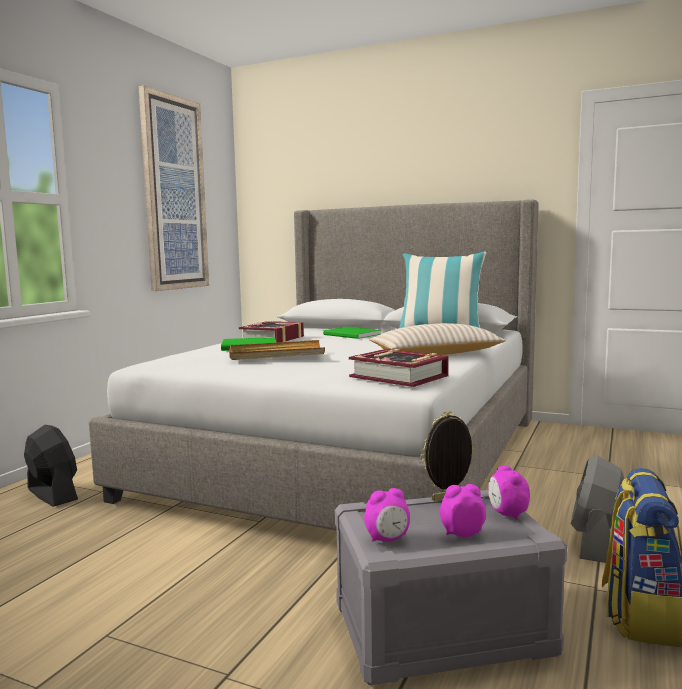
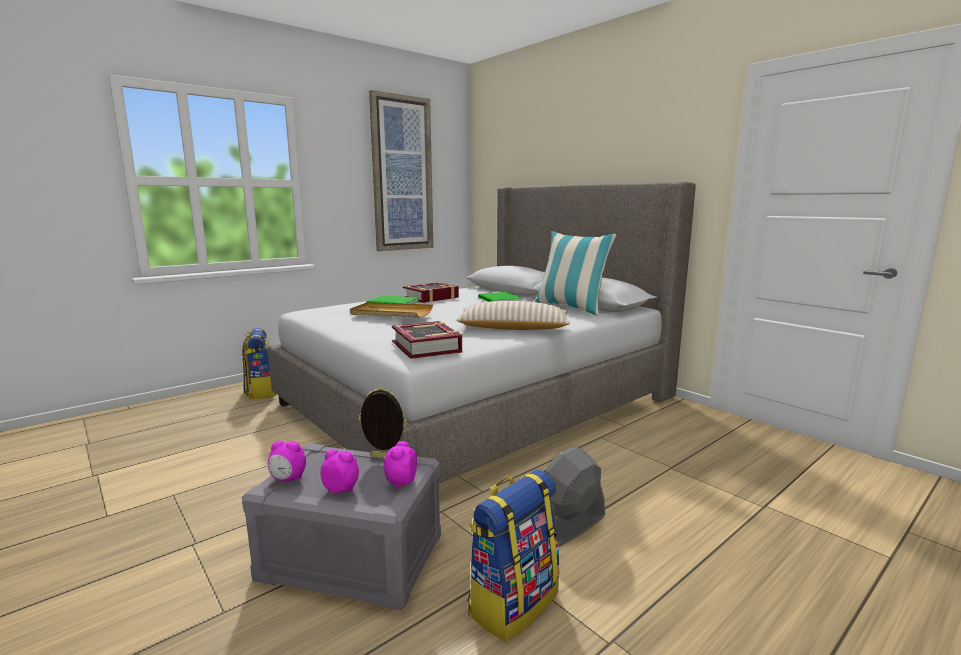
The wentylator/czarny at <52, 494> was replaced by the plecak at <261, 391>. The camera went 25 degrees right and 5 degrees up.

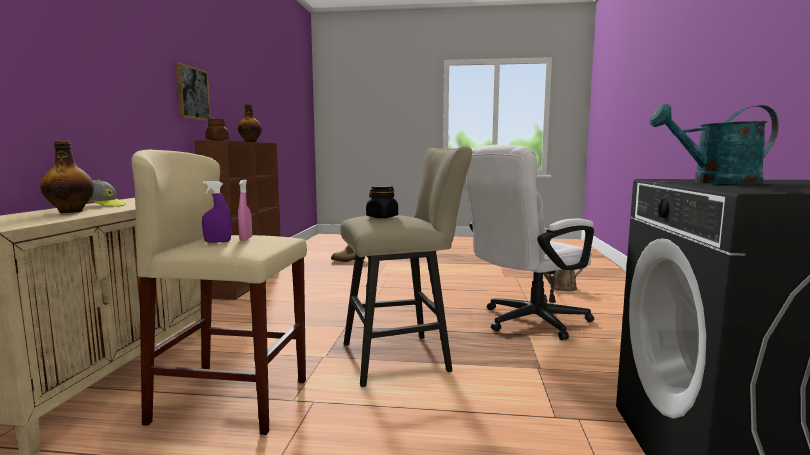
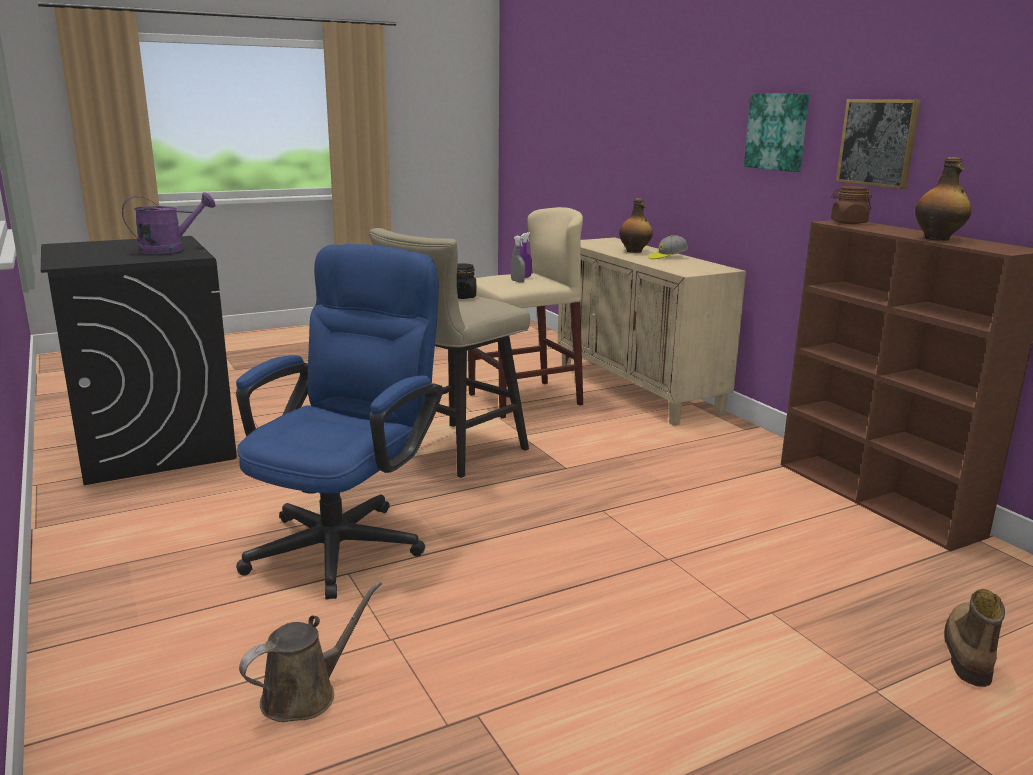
The konewka/turkusowy at <715, 182> became the konewka/fioletowy at <169, 249>. The krzesło biurowe/biały at <526, 322> became the krzesło biurowe/niebieski at <346, 540>. The spryskiwacz/różowy at <246, 239> became the spryskiwacz/szary at <517, 281>. The obraz at <778, 131> appeared. The camera went 145 degrees right and 10 degrees up.

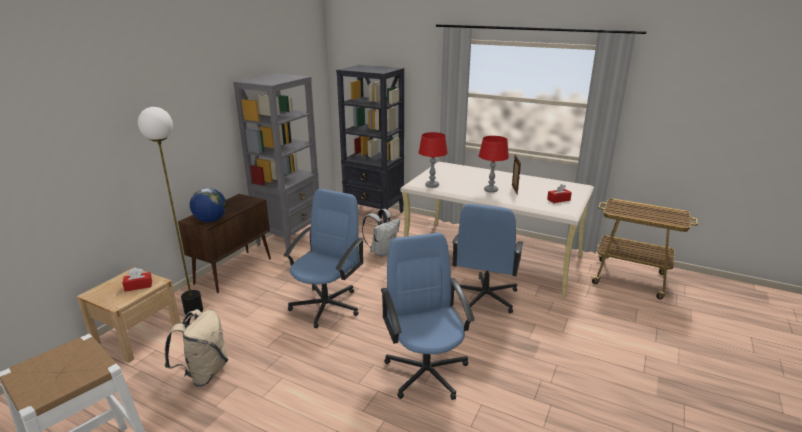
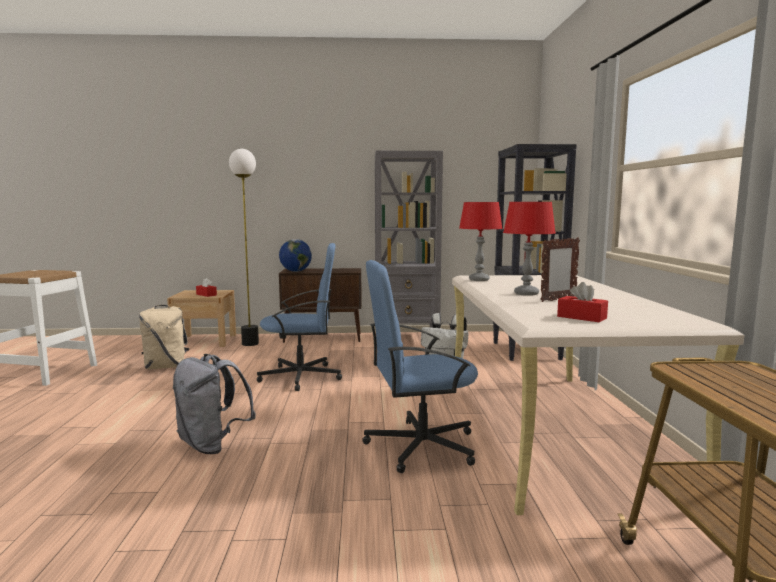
The krzesło biurowe/niebieski at <426, 371> was replaced by the plecak/szary at <212, 445>. The camera went 60 degrees right and 15 degrees down.

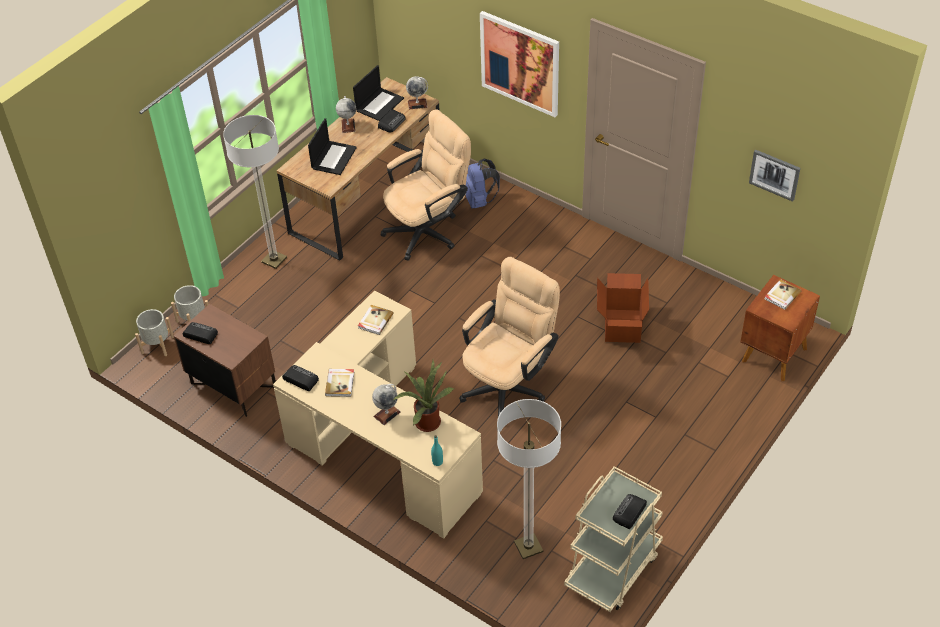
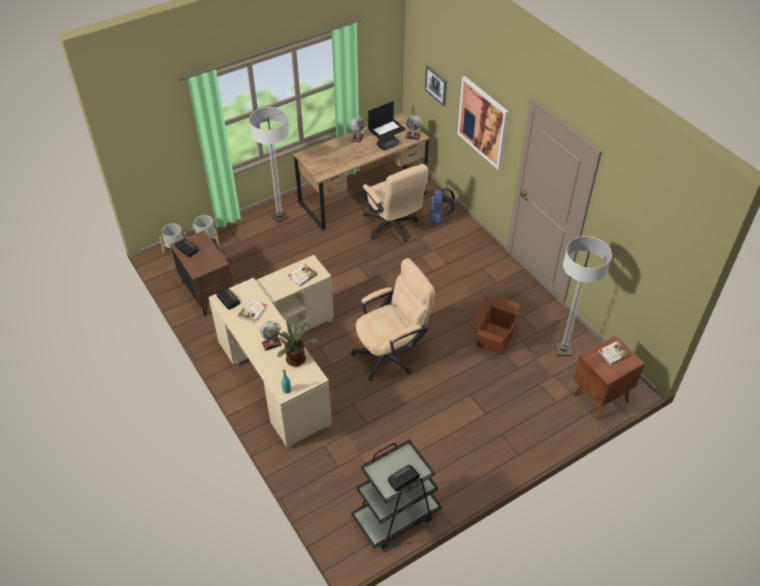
The krzesło biurowe/beżowy at <428, 230> turned 75 degrees clockwise. The laptop at <333, 157> disappeared. The obraz moved from <775, 174> to <436, 85>. The lampa stojąca moved from <528, 547> to <563, 350>. The wózek/beżowy at <613, 569> became the wózek/czarny at <396, 516>. The camera went 20 degrees right and 0 degrees up.

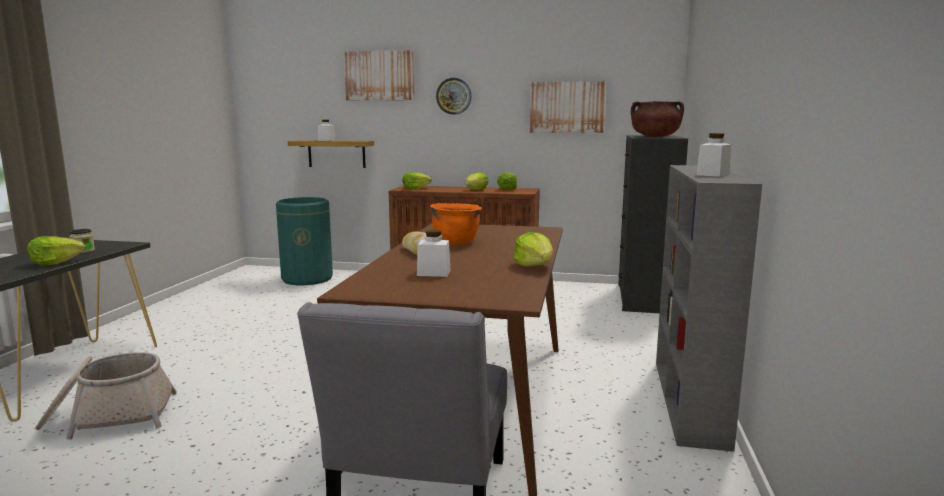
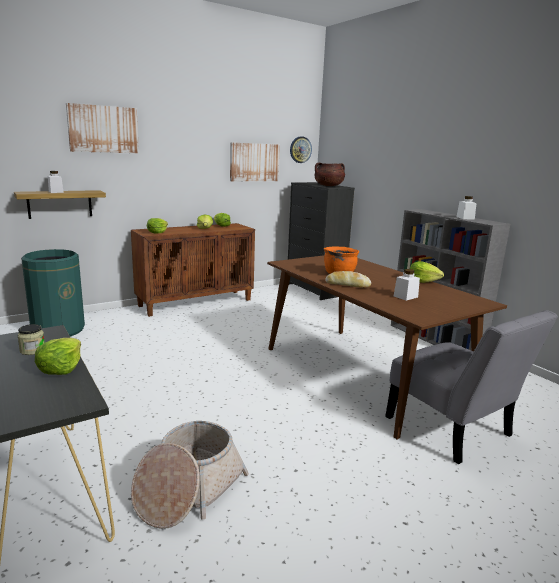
The zegar ścienny moved from <454, 96> to <300, 149>. The camera went 45 degrees left and 5 degrees up.

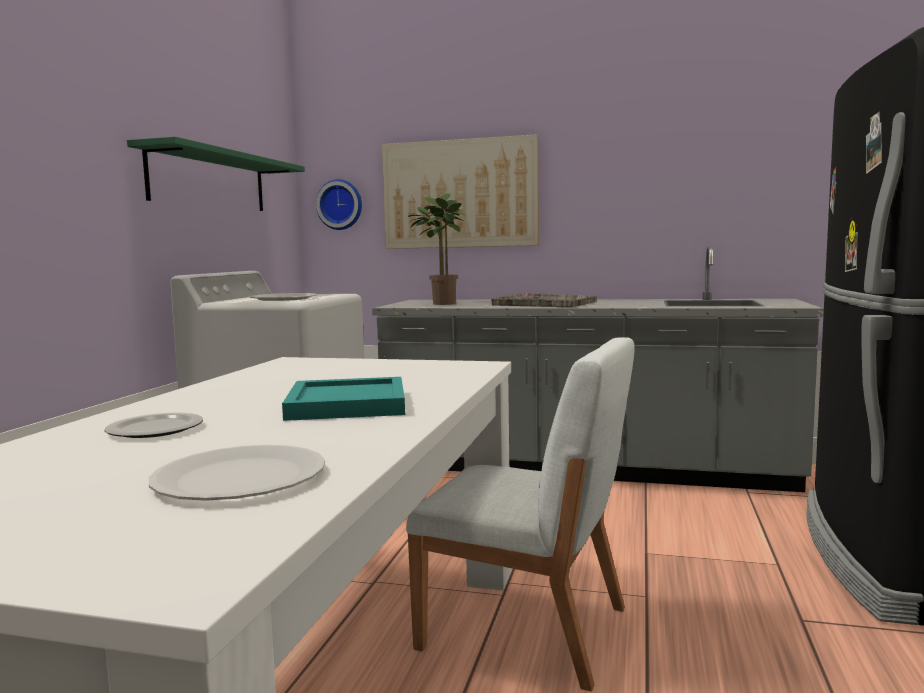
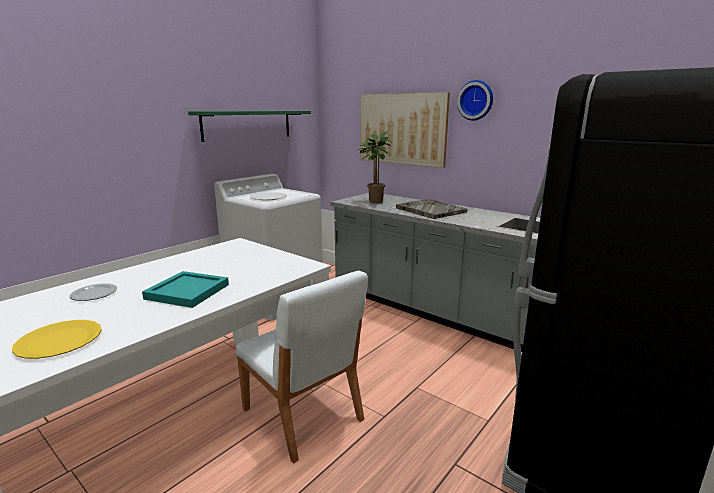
The zegar ścienny moved from <340, 205> to <476, 100>. The talerz/biały at <239, 477> became the talerz/żółty at <59, 341>. The camera went 25 degrees right and 10 degrees up.

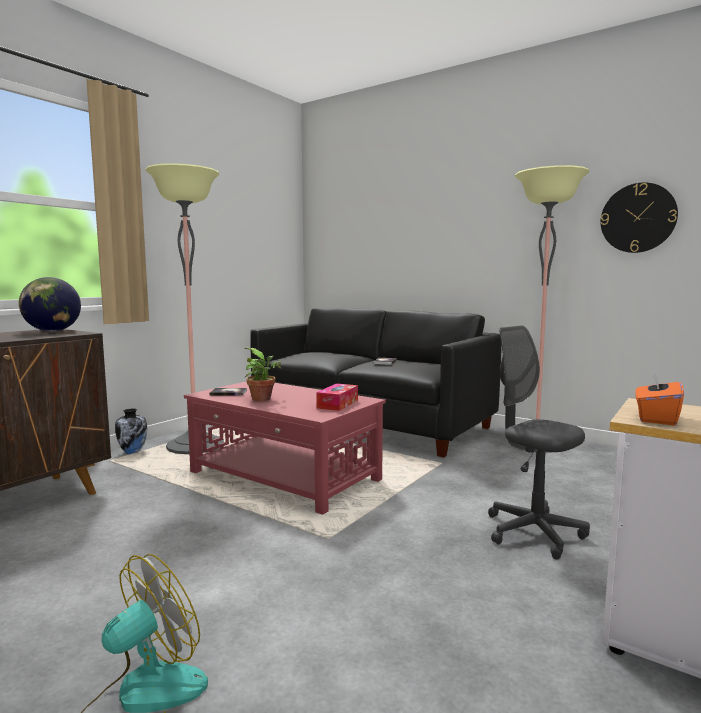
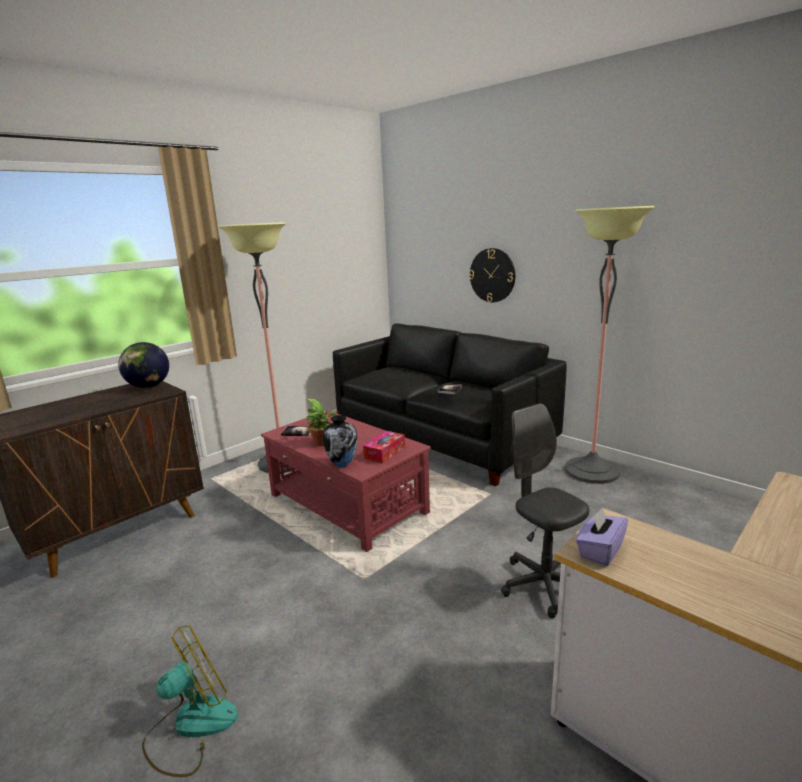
The zegar ścienny moved from <638, 218> to <492, 275>. The pudełko chusteczek/pomarańczowy at <656, 418> became the pudełko chusteczek/fioletowy at <600, 551>. The wazon moved from <133, 452> to <342, 464>. The camera went 10 degrees right and 10 degrees up.

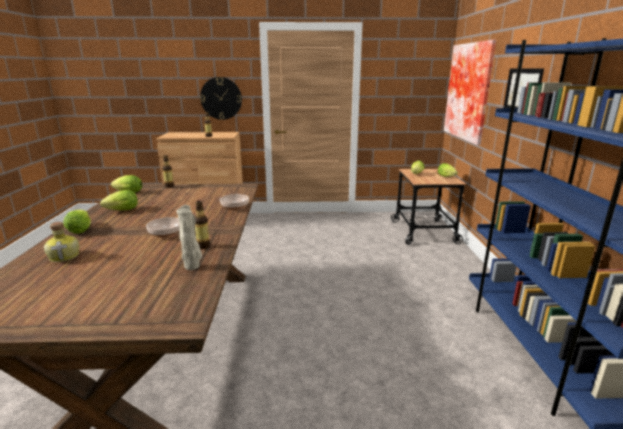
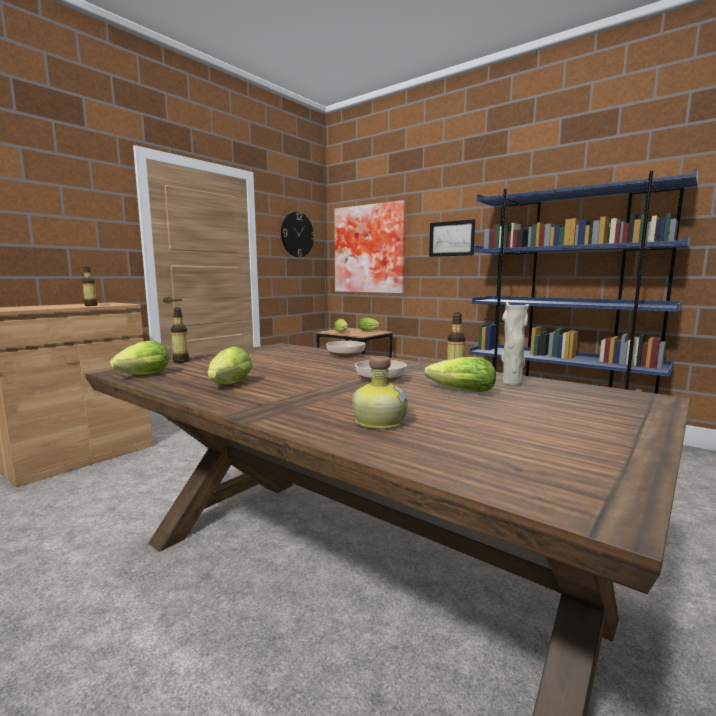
The zegar ścienny moved from <221, 98> to <297, 234>. The sałata moved from <81, 229> to <458, 391>. The camera went 50 degrees left and 10 degrees down.

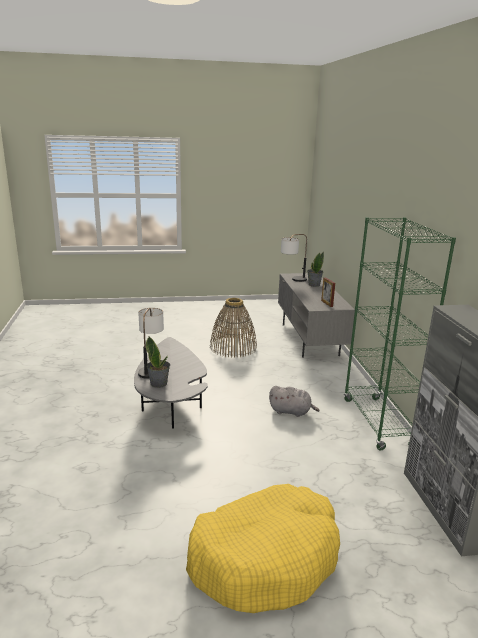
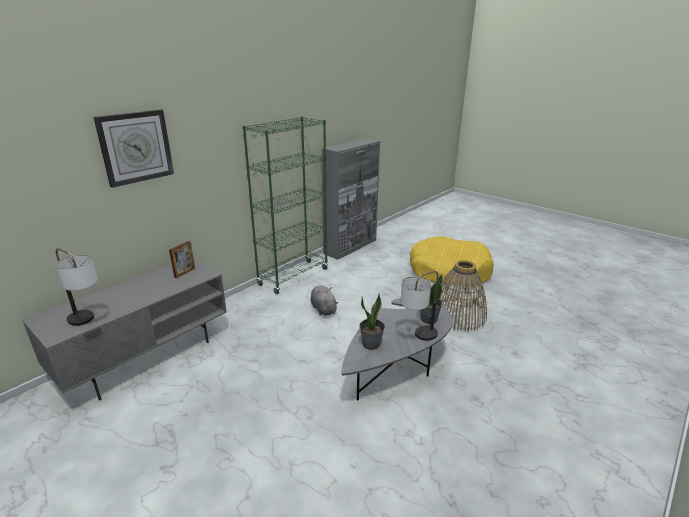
The roślina doniczkowa moved from <314, 285> to <371, 344>. The koszyk moved from <233, 347> to <458, 315>. The zegar ścienny at <136, 147> appeared. The camera went 130 degrees left and 5 degrees up.

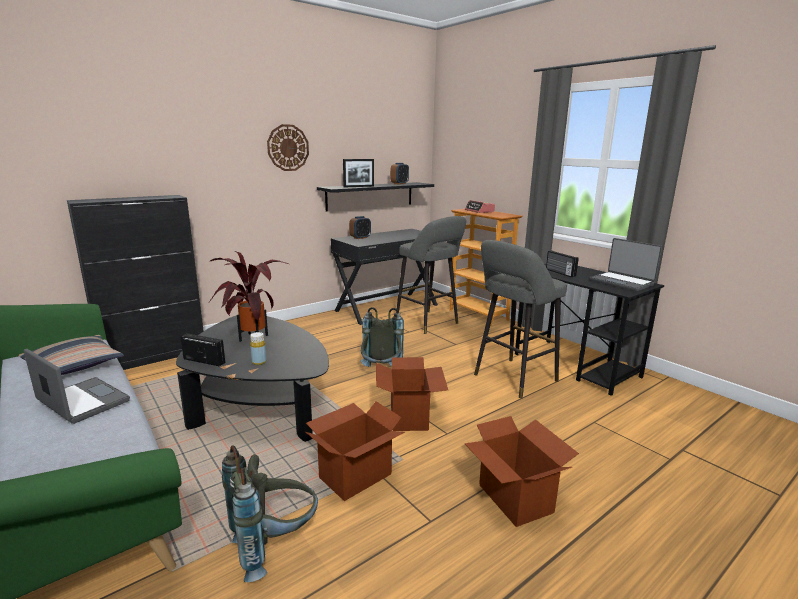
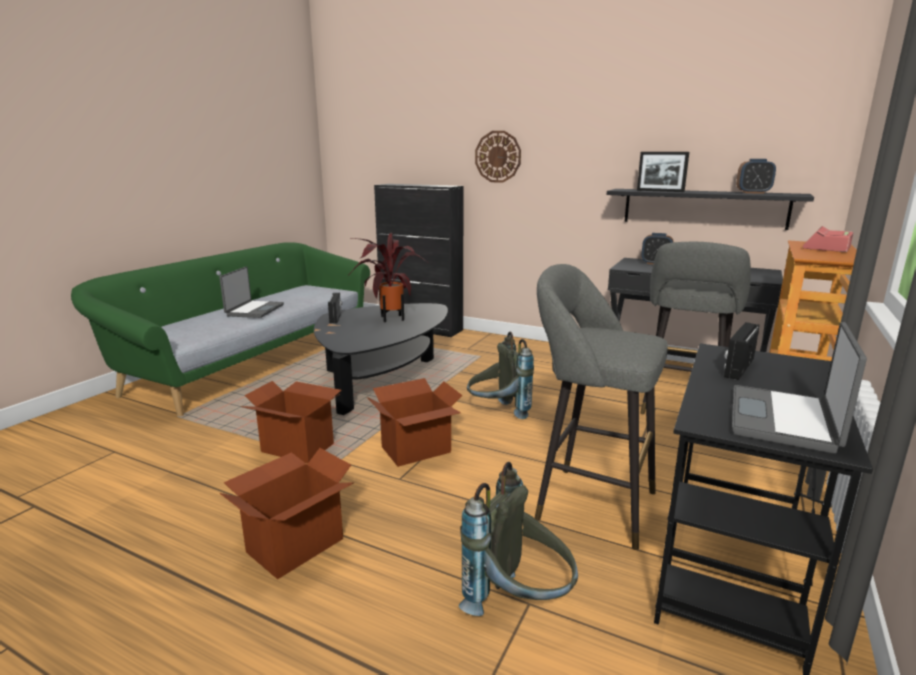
The zegar ścienny moved from <288, 148> to <498, 156>. The butelka/żółty at <259, 362> disappeared. The poduszka at <74, 365> disappeared. The plecak/szary moved from <274, 545> to <519, 604>. The camera went 65 degrees right and 0 degrees up.

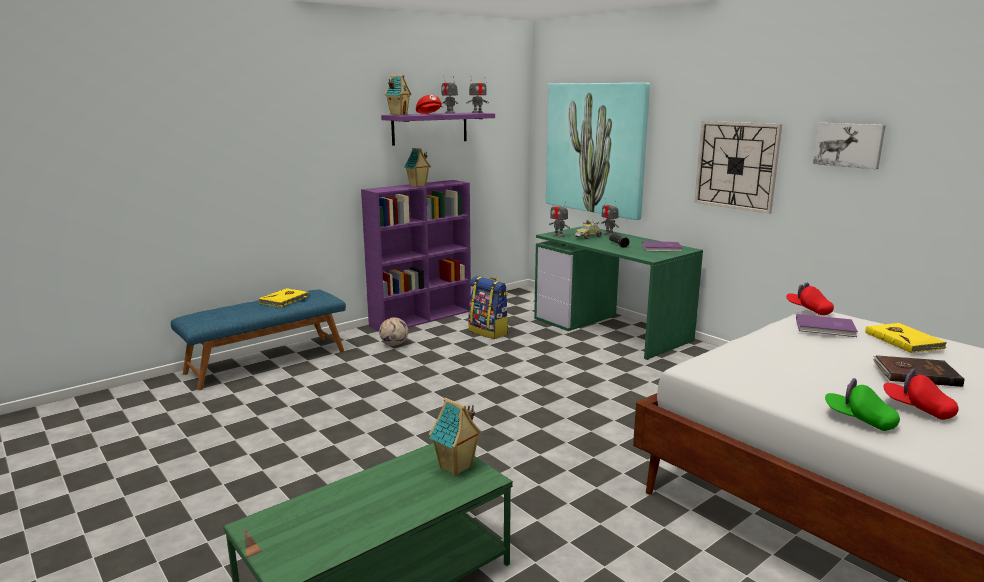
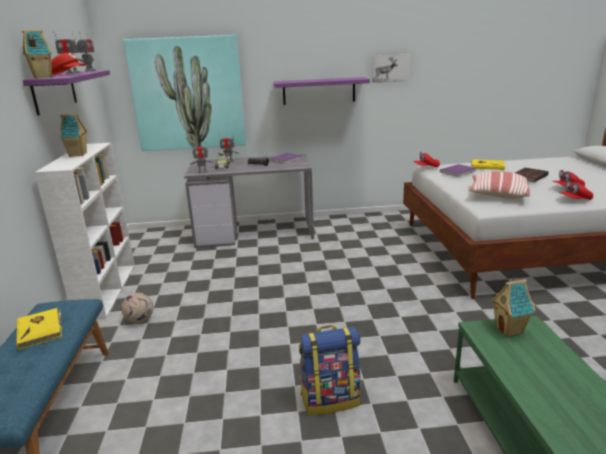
The zegar ścienny at <736, 165> was replaced by the półka/fioletowy at <319, 91>. The regał/fioletowy at <422, 318> became the regał/biały at <107, 290>. The biurko/zielony at <612, 329> became the biurko/szary at <255, 232>. The plecak moved from <489, 332> to <330, 399>. The czapka z daszkiem/zielony at <859, 420> became the czapka z daszkiem/czerwony at <574, 200>. The poduszka at <497, 195> appeared. The camera went 55 degrees left and 5 degrees up.

